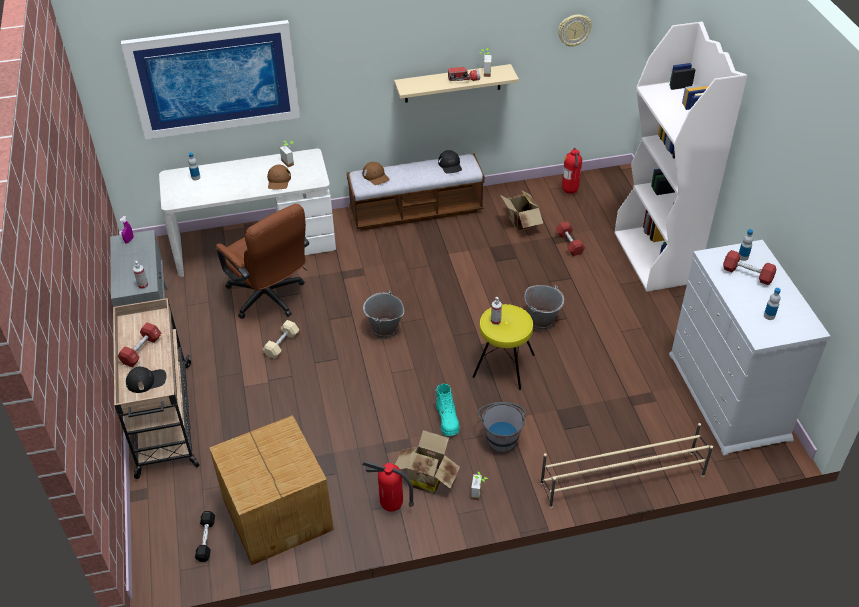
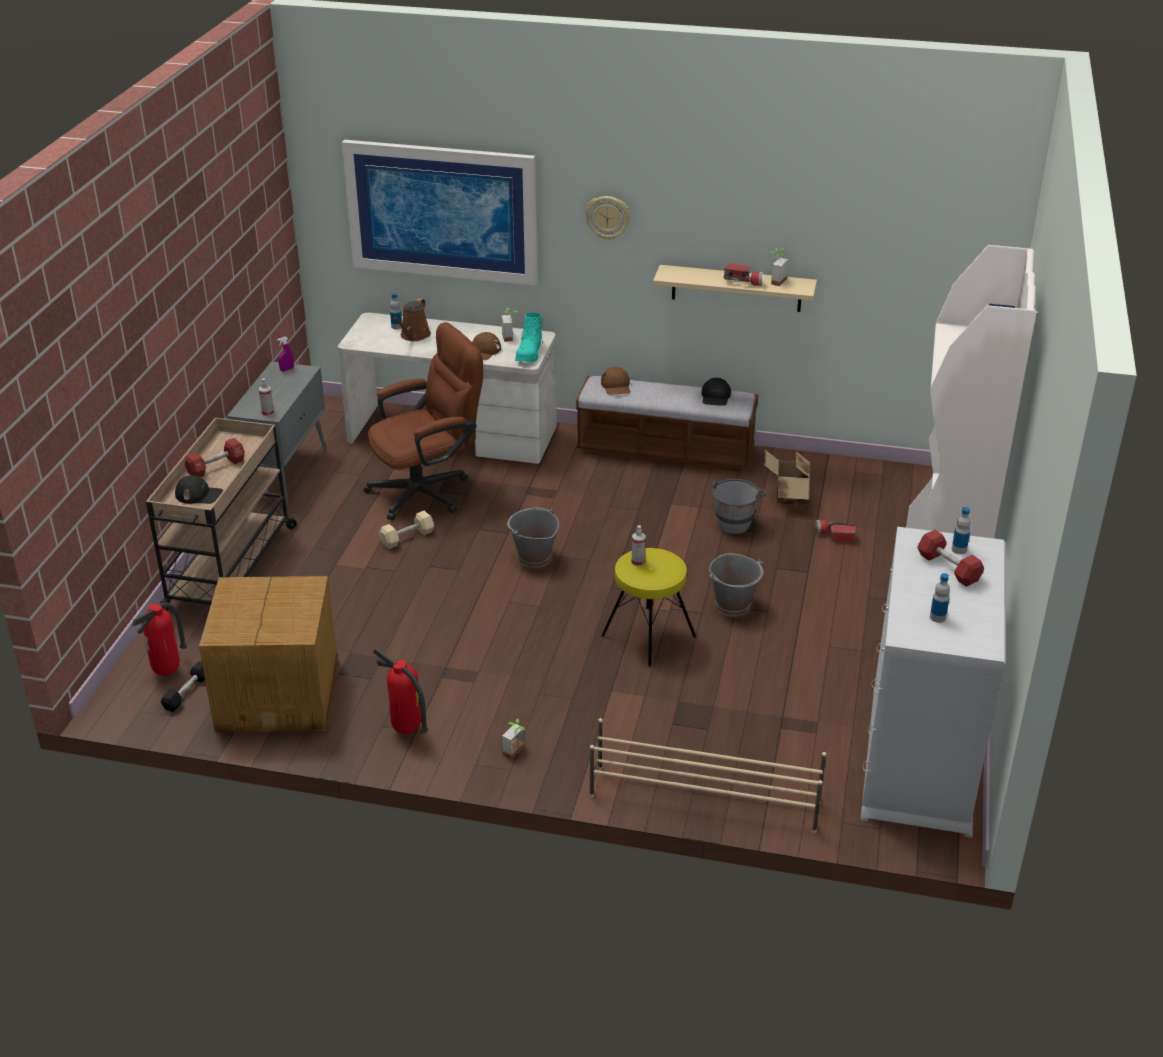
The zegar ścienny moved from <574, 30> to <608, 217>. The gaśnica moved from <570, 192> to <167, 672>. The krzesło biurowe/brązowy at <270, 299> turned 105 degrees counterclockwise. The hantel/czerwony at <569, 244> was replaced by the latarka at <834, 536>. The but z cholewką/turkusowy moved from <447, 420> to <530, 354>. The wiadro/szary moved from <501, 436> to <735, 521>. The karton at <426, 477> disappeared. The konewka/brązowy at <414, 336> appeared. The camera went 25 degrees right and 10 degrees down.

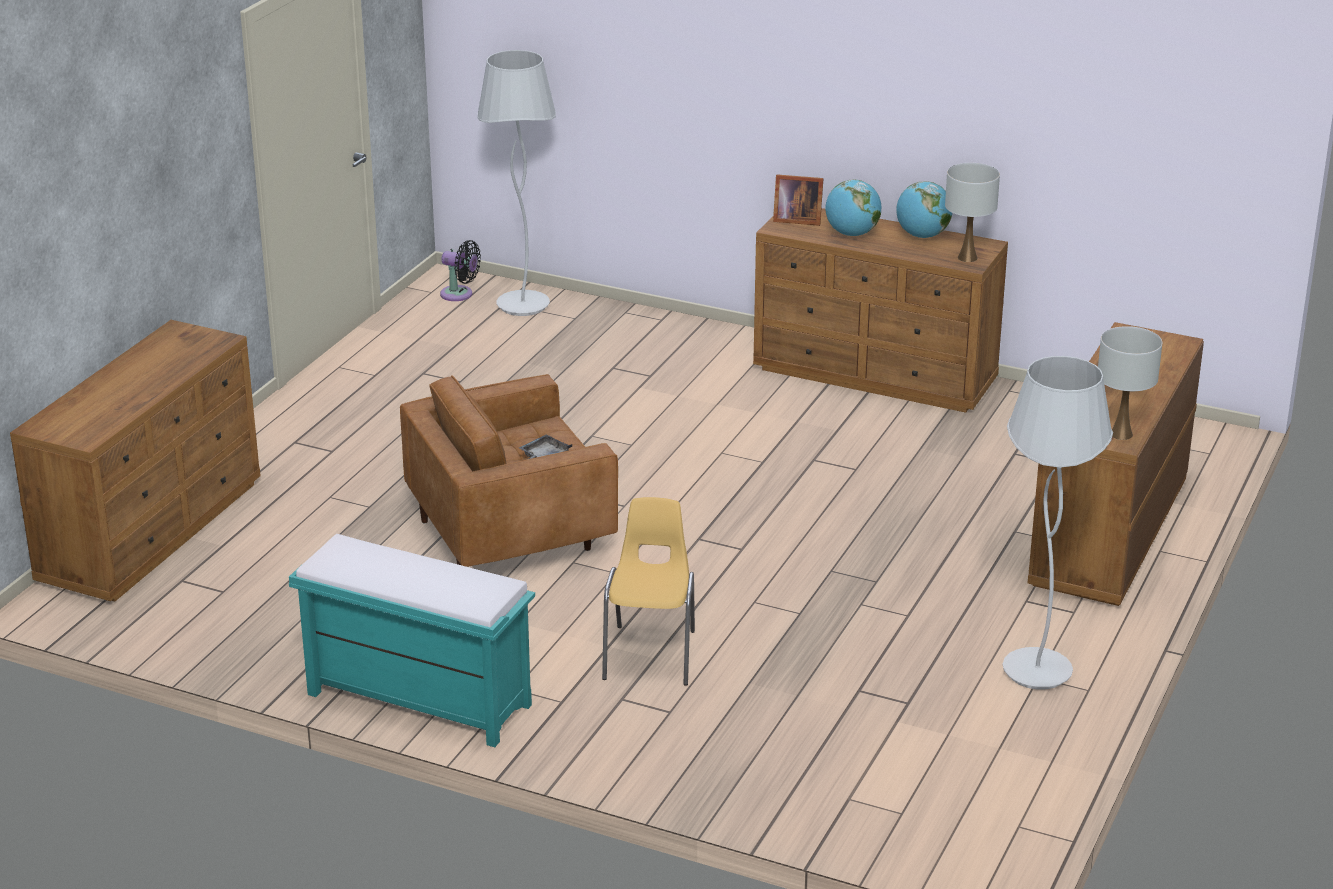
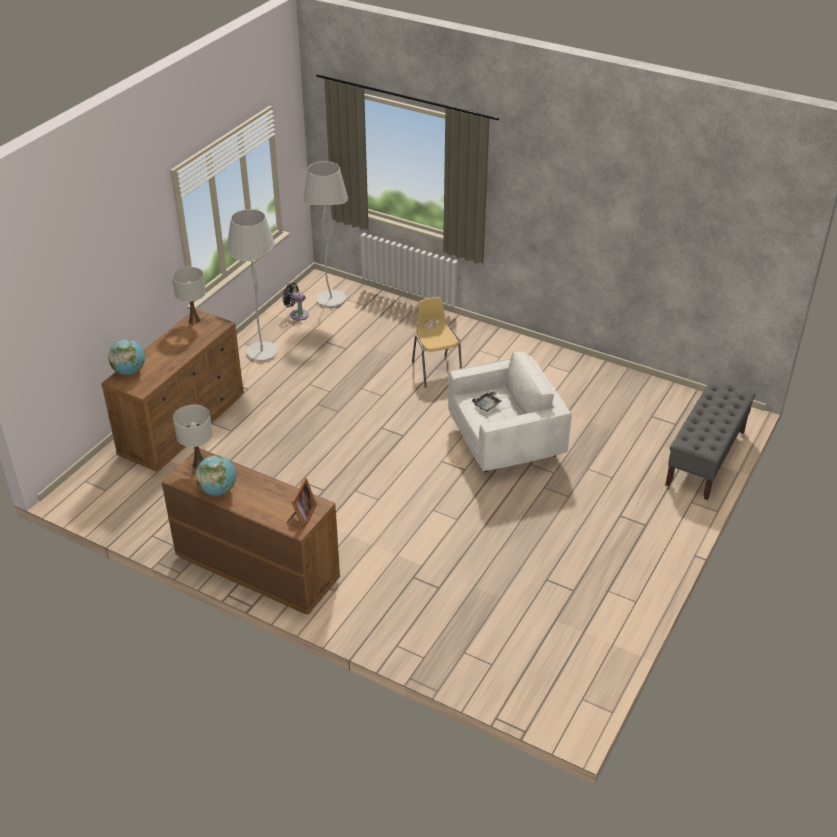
The lampa stojąca/biały moved from <523, 306> to <331, 299>. The ramka na zdjęcie at <796, 219> turned 90 degrees clockwise. The globus moved from <852, 234> to <129, 371>. The wentylator/czarny moved from <460, 295> to <297, 314>. The komoda/brązowy at <152, 531> was replaced by the ławka/szary at <705, 458>. The fotel/brązowy at <510, 534> became the fotel/biały at <505, 444>. The krzesło/żółty at <651, 654> turned 150 degrees clockwise. The ławka/turkusowy at <416, 700> disappeared. The camera went 175 degrees left and 10 degrees up.

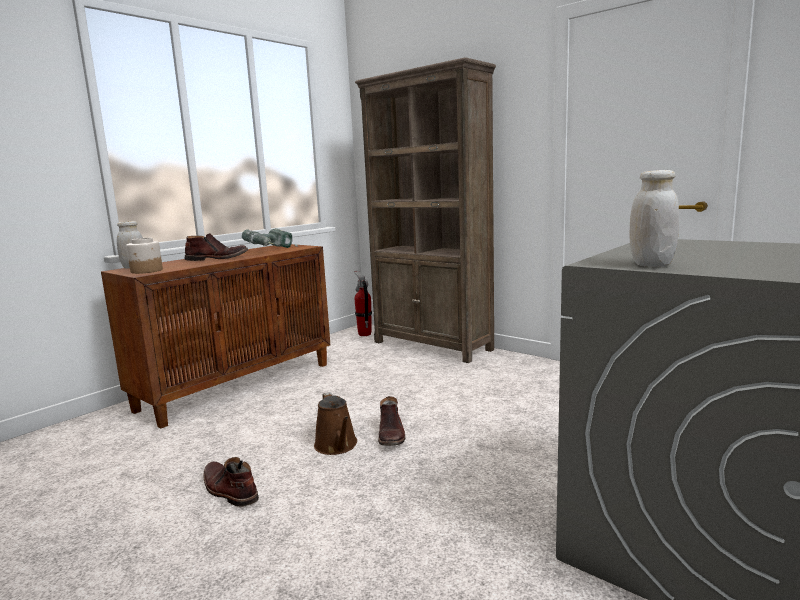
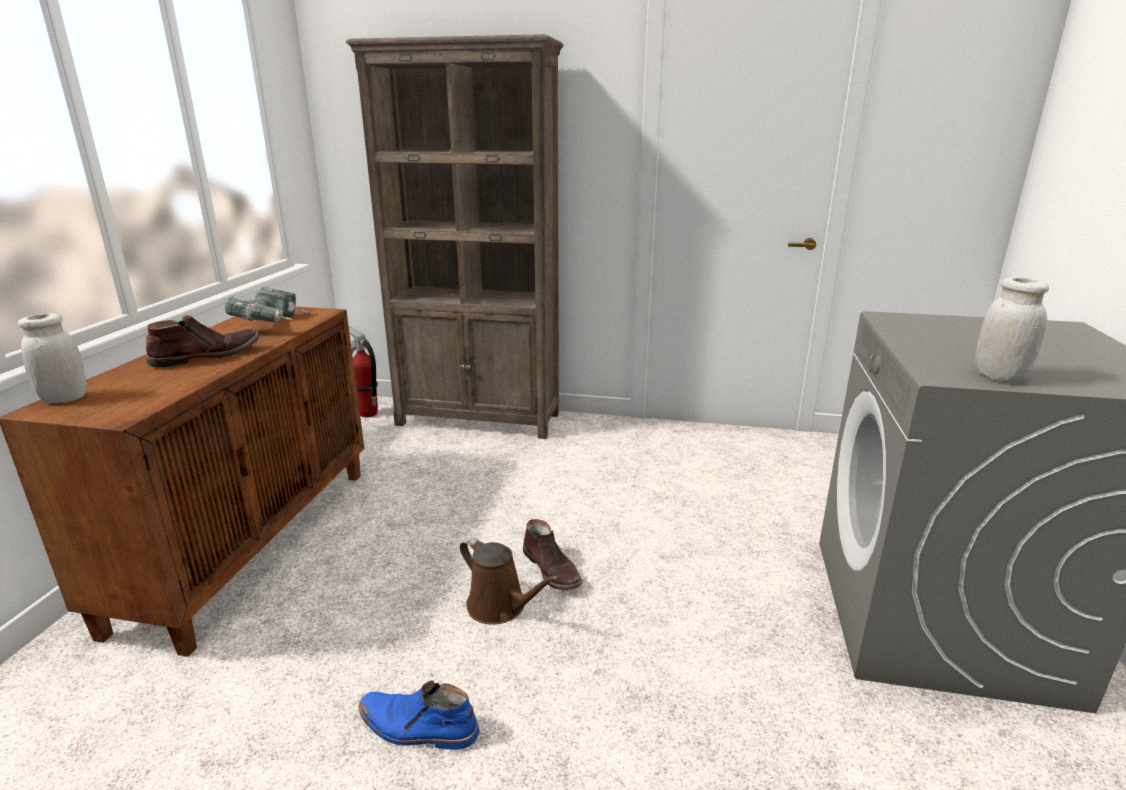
The słoik at <146, 271> disappeared. The but z cholewką/brązowy at <229, 490> became the but z cholewką/niebieski at <418, 728>. The camera went 30 degrees left and 10 degrees up.

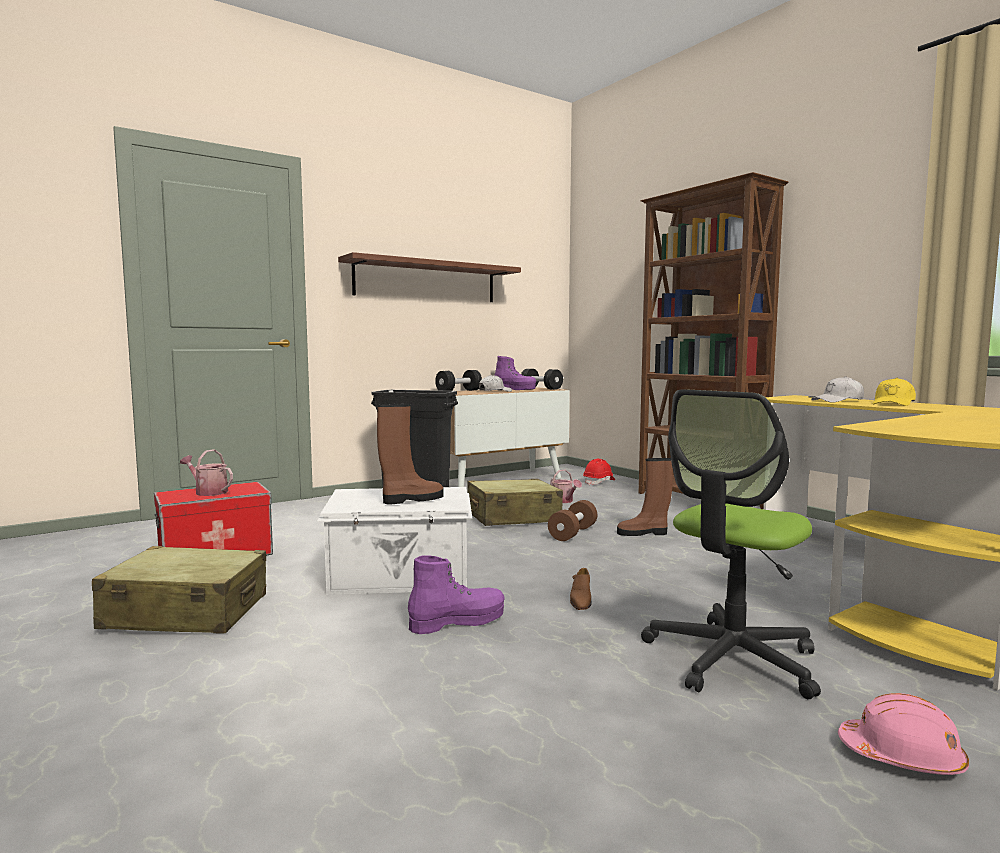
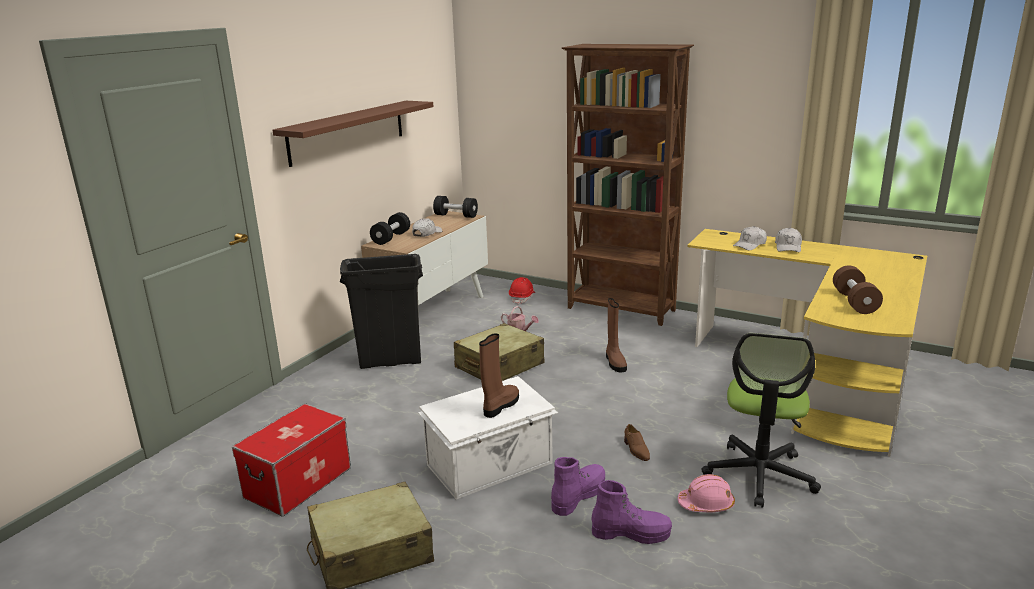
The but z cholewką/fioletowy moved from <515, 390> to <631, 533>. The czapka z daszkiem/żółty at <893, 403> became the czapka z daszkiem/biały at <788, 247>. The konewka at <208, 492> disappeared. The but z cholewką/brązowy at <643, 533> turned 75 degrees counterclockwise. The hantel/brązowy moved from <573, 533> to <854, 302>. The kask/różowy moved from <902, 757> to <706, 504>. The camera went 25 degrees left and 15 degrees up.

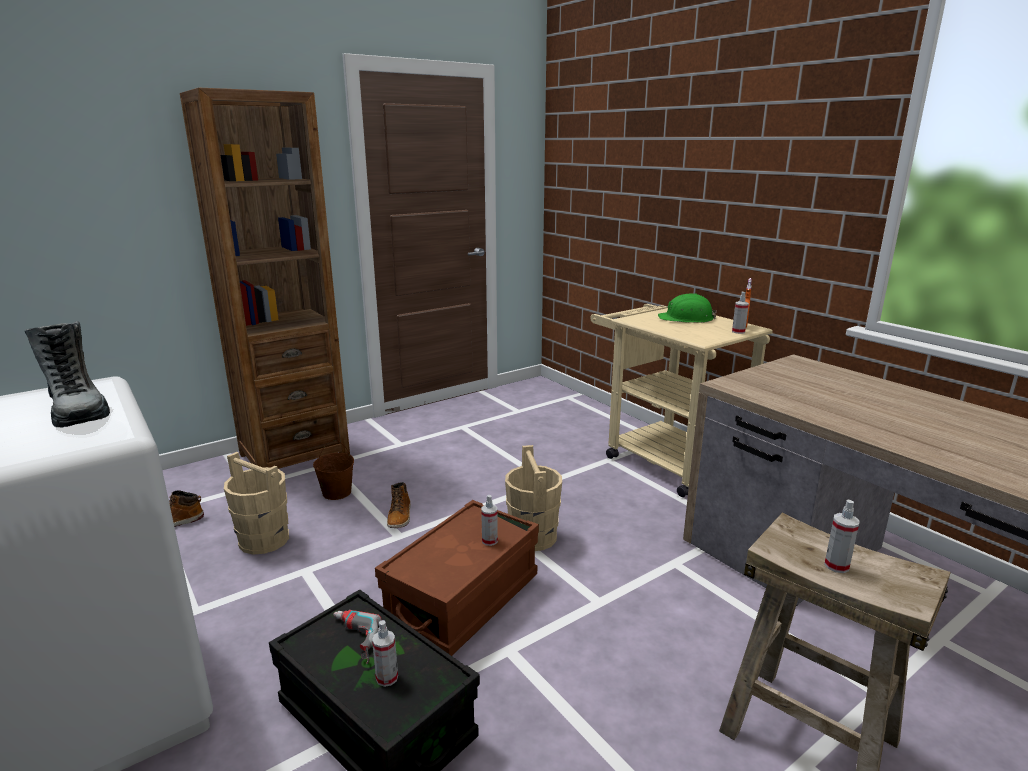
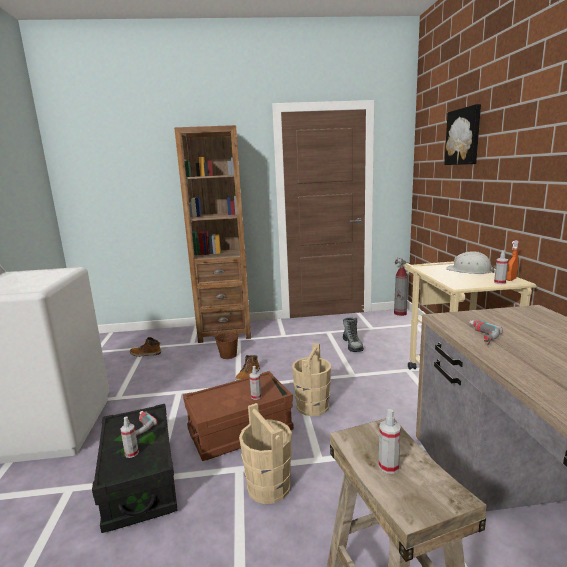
The kask/zielony at <686, 318> became the kask/biały at <469, 270>. The but z cholewką moved from <77, 410> to <352, 345>. The wiadro/beżowy moved from <264, 540> to <269, 487>. The obraz at <464, 136> appeared. The gaśnica at <400, 313> appeared. The wiertarka at <478, 335> appeared. The camera went 30 degrees right and 5 degrees down.

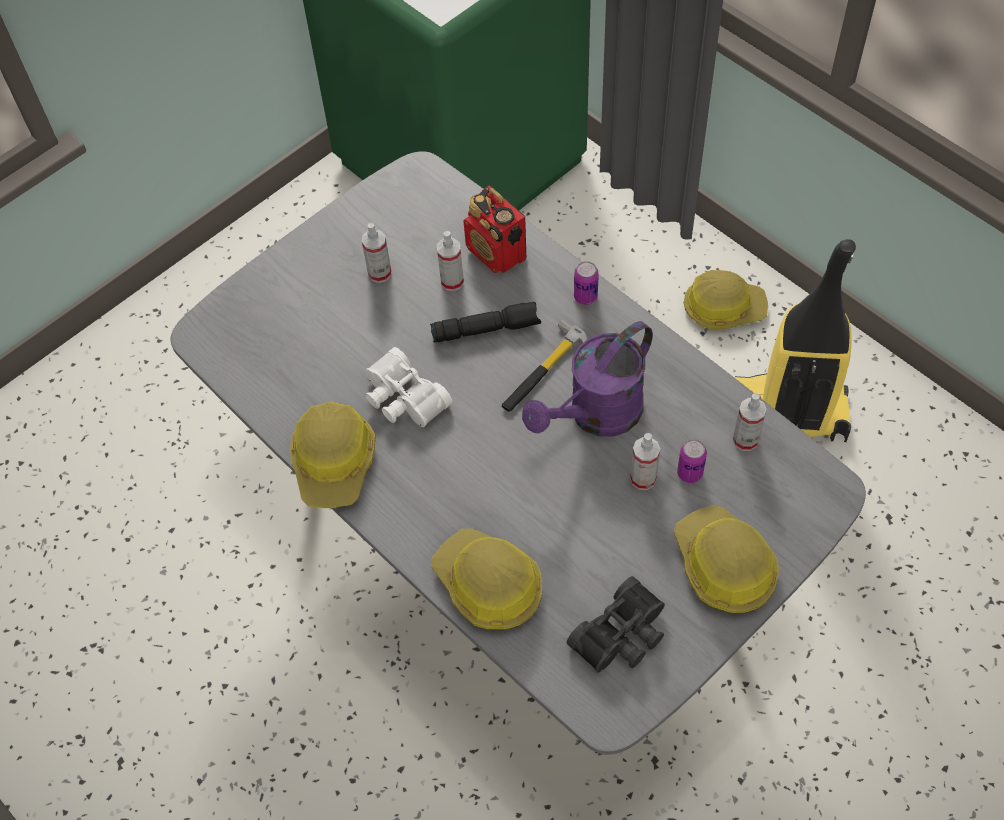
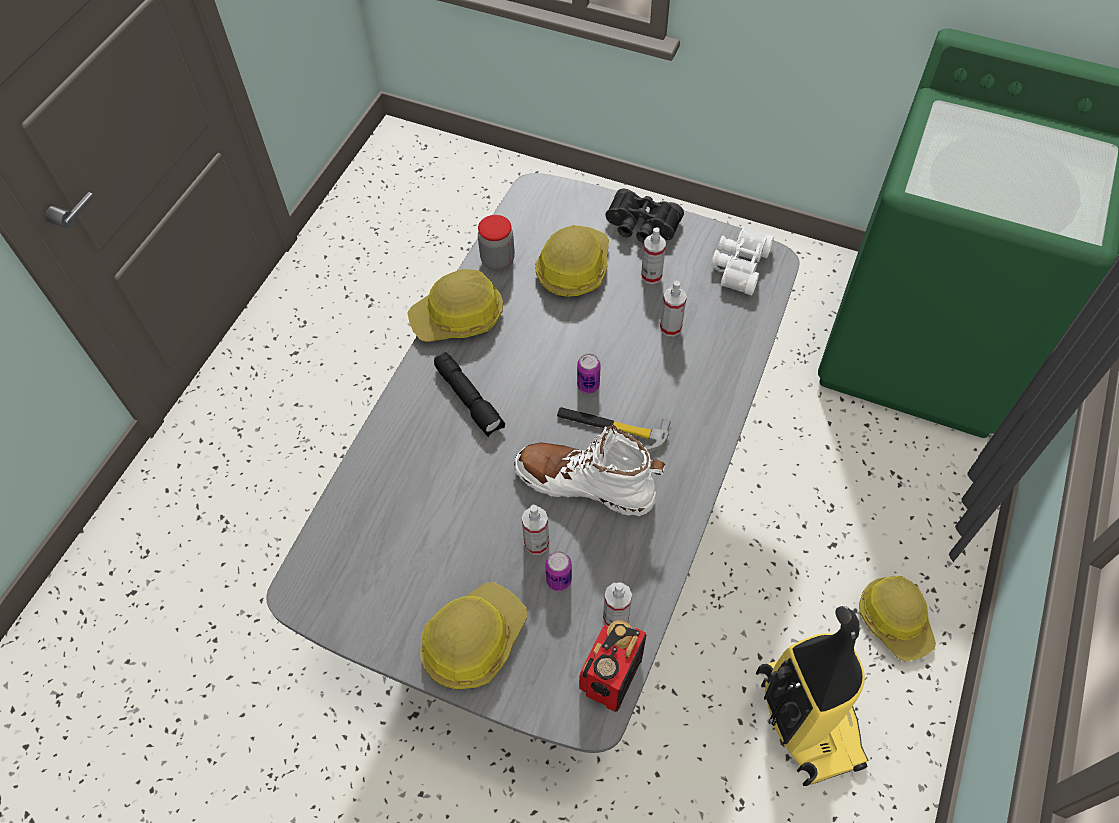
The radio moved from <496, 253> to <610, 677>. The puszka moved from <585, 297> to <588, 385>. The latarka/czarny moved from <486, 328> to <470, 399>. The konewka/fioletowy at <596, 416> was replaced by the but z cholewką/biały at <585, 484>. The lornetka/biały moved from <402, 399> to <738, 266>. The kask moved from <488, 585> to <573, 267>. The lornetka/czarny moved from <623, 636> to <641, 227>. The słoik at <497, 260> appeared. The camera went 65 degrees right and 0 degrees up.

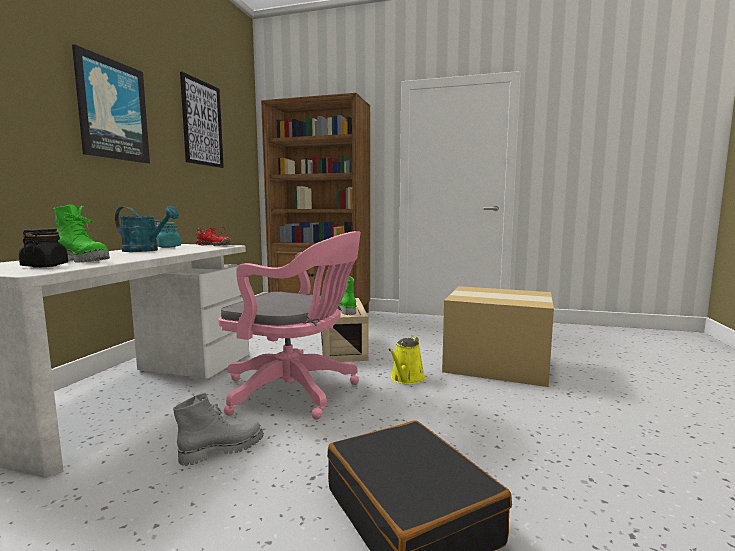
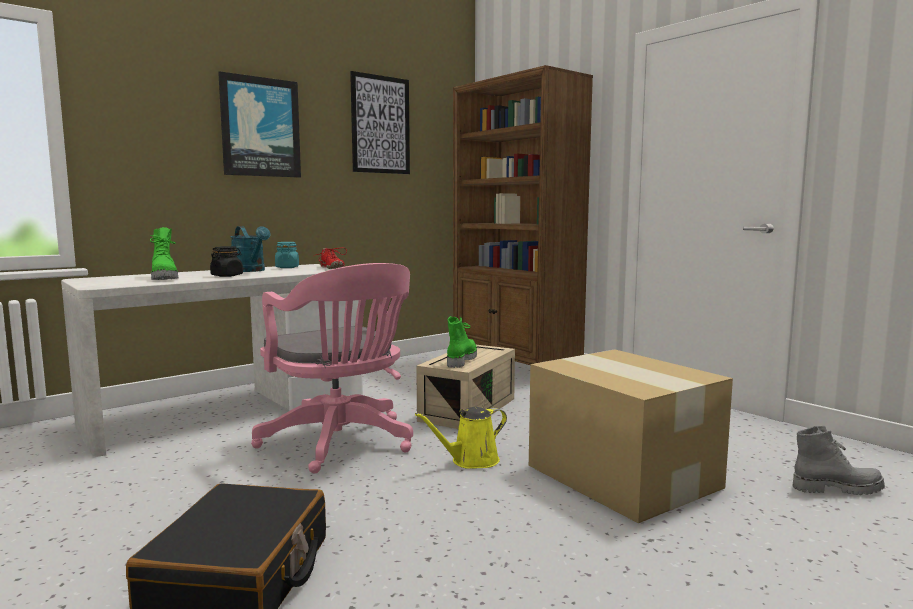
The słoik/czarny moved from <45, 266> to <227, 276>. The but z cholewką/szary moved from <222, 449> to <836, 488>. The camera went 35 degrees right and 0 degrees up.

